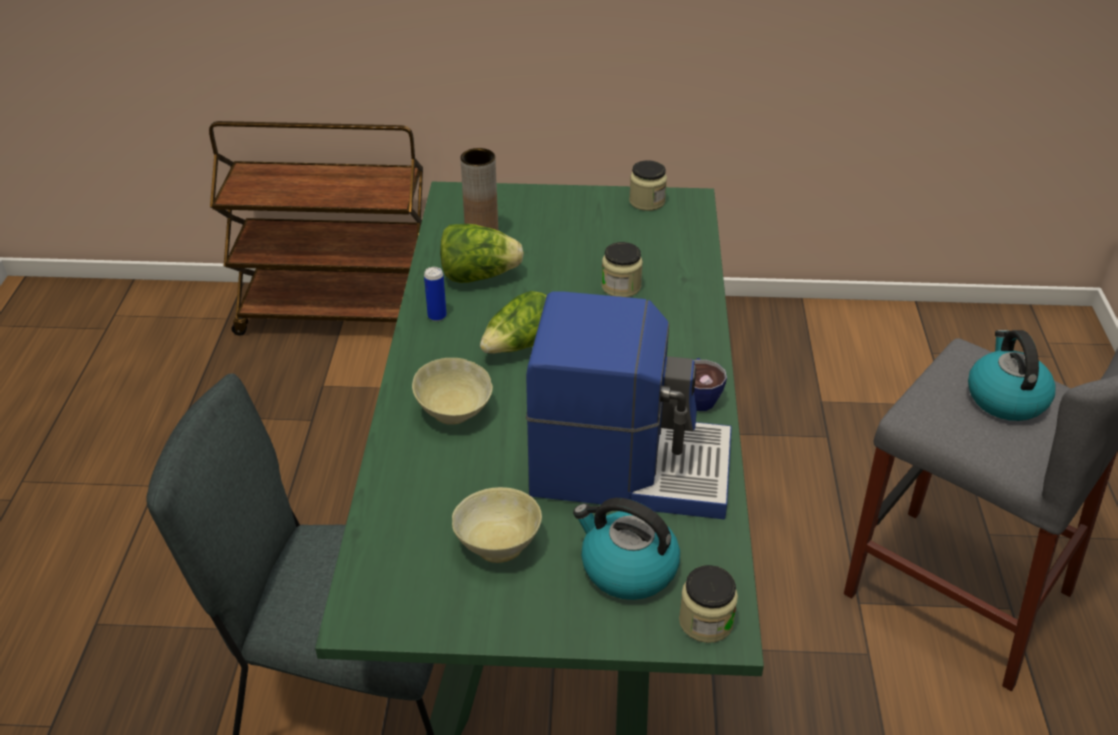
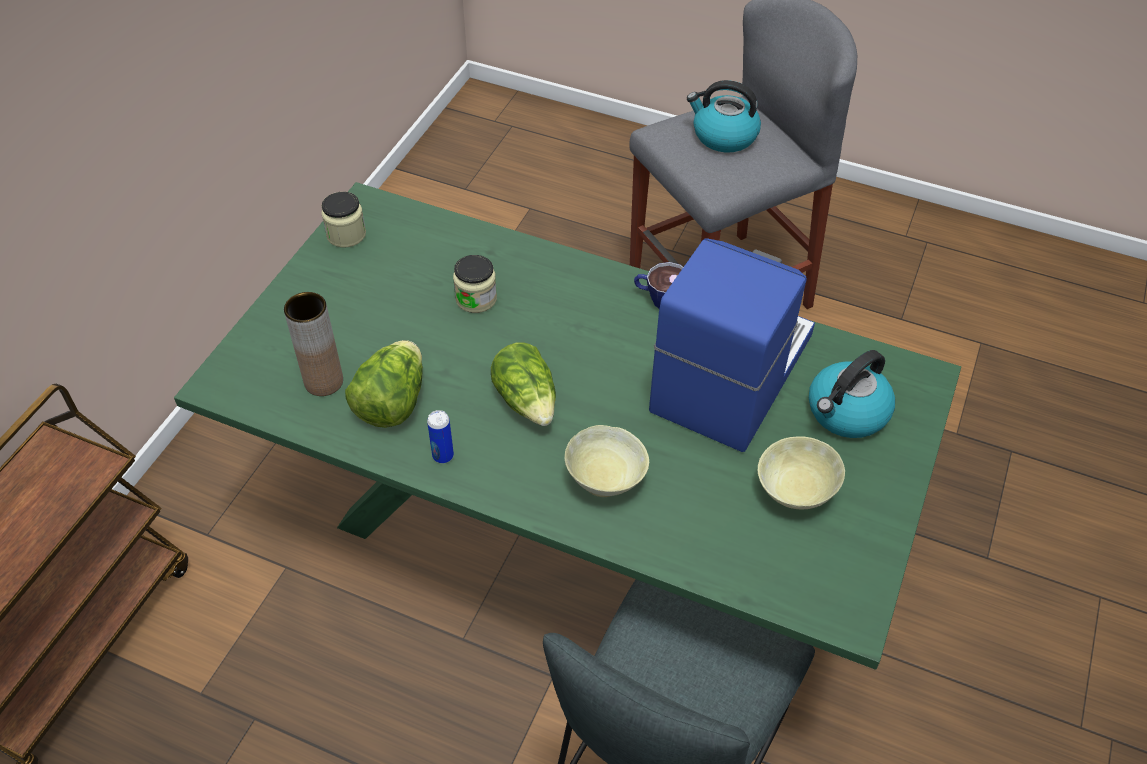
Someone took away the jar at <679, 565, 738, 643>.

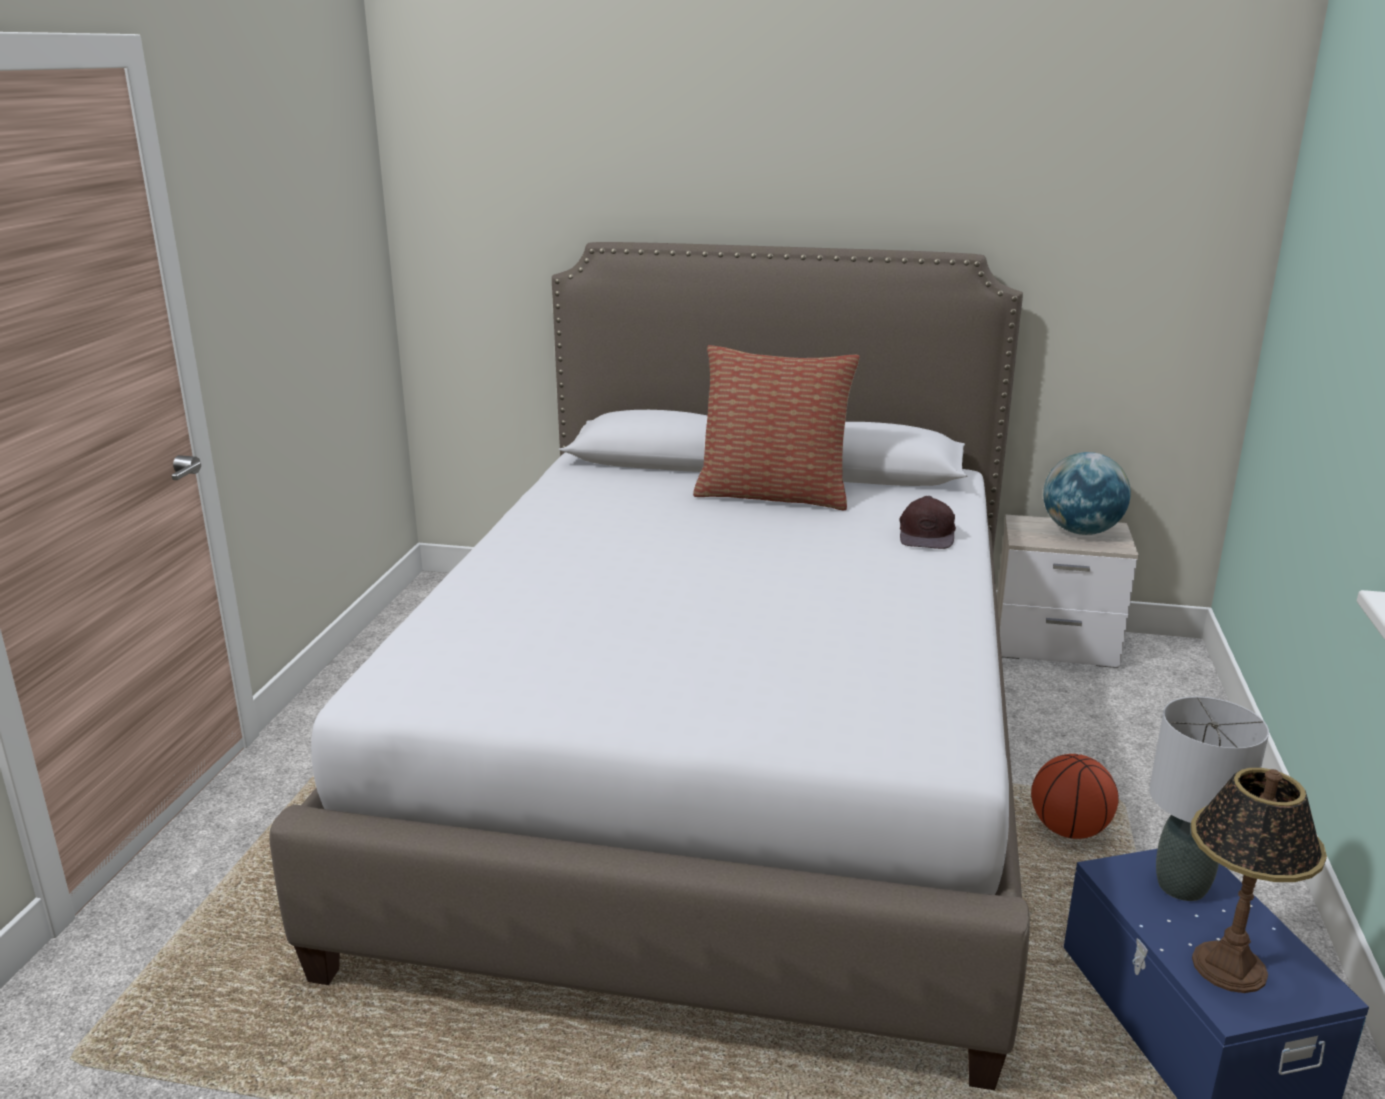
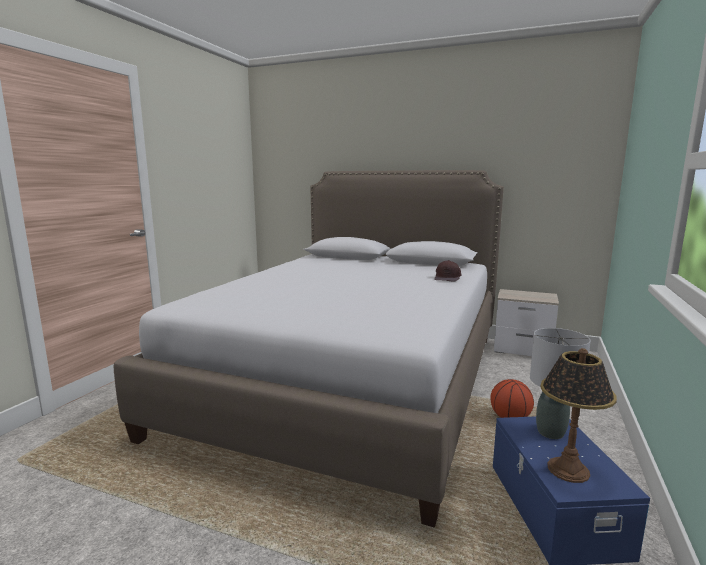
Someone took away the pillow at <693, 345, 860, 510>.
Someone took away the globe at <1043, 452, 1131, 535>.

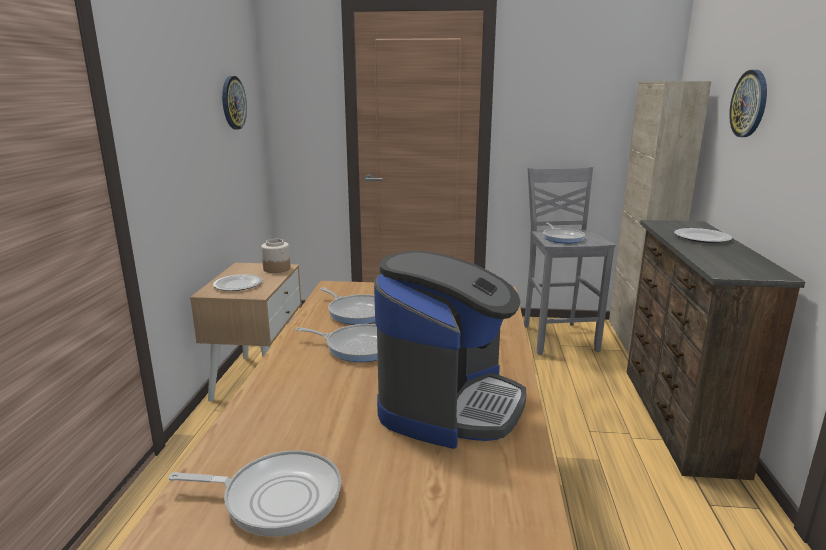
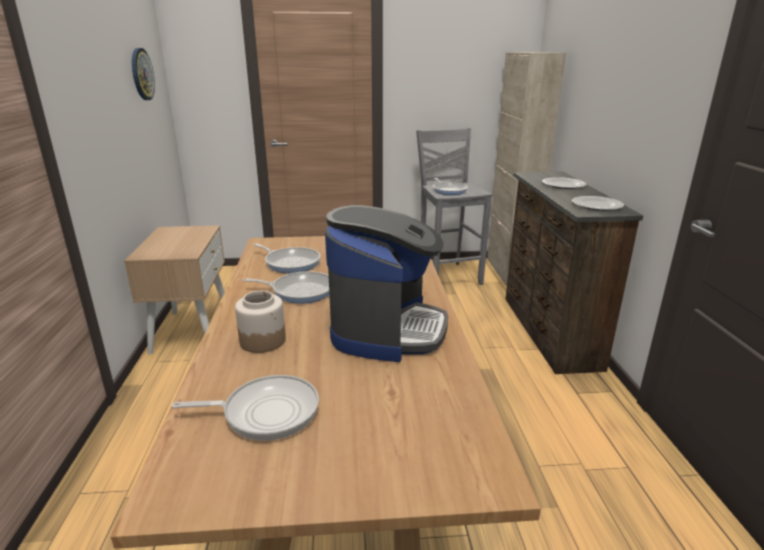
Someone took away the wall clock at <729, 70, 767, 137>.
Someone carried the plate from <213, 274, 262, 291> to <572, 196, 624, 211>.
Someone carried the jar from <261, 239, 290, 273> to <235, 291, 286, 353>.

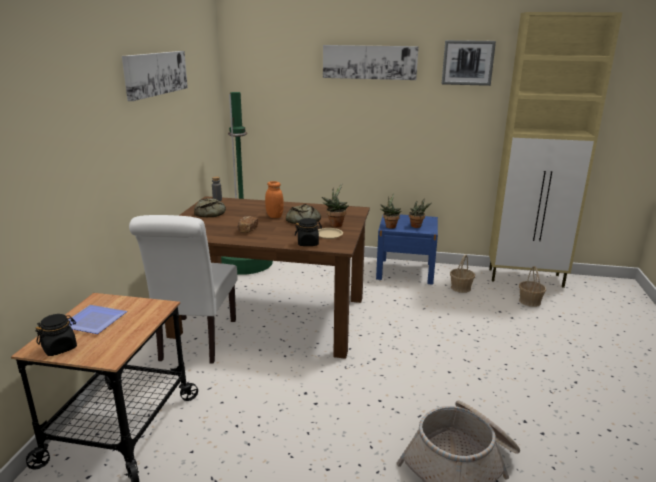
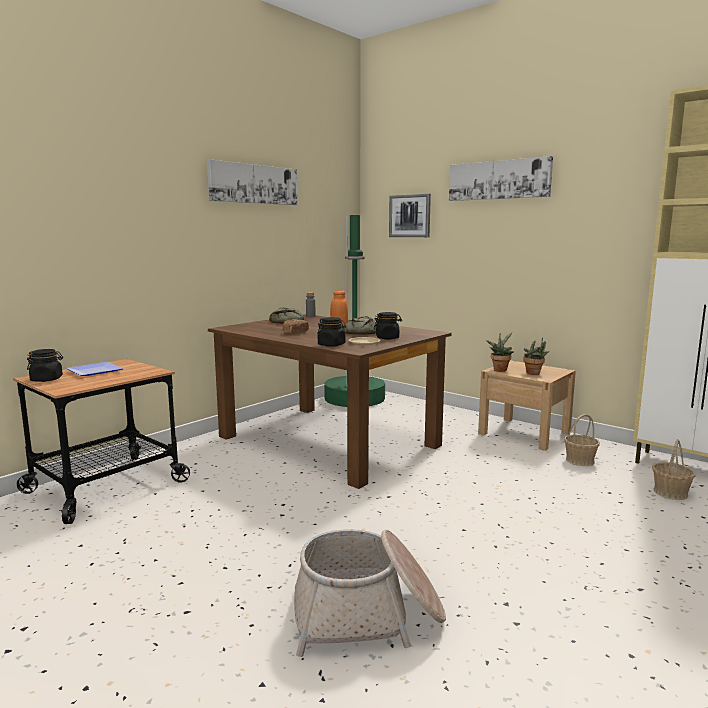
Someone took away the chair/white at <129, 215, 237, 364>.
Someone carried the picture from <442, 40, 496, 86> to <389, 194, 431, 237>.
Someone swapped the potted plant at <321, 184, 349, 227> for the jar/black at <374, 312, 402, 339>.
Someone repainted the nightstand/blue at <376, 213, 438, 285>, which became the nightstand/beige at <478, 360, 576, 451>.

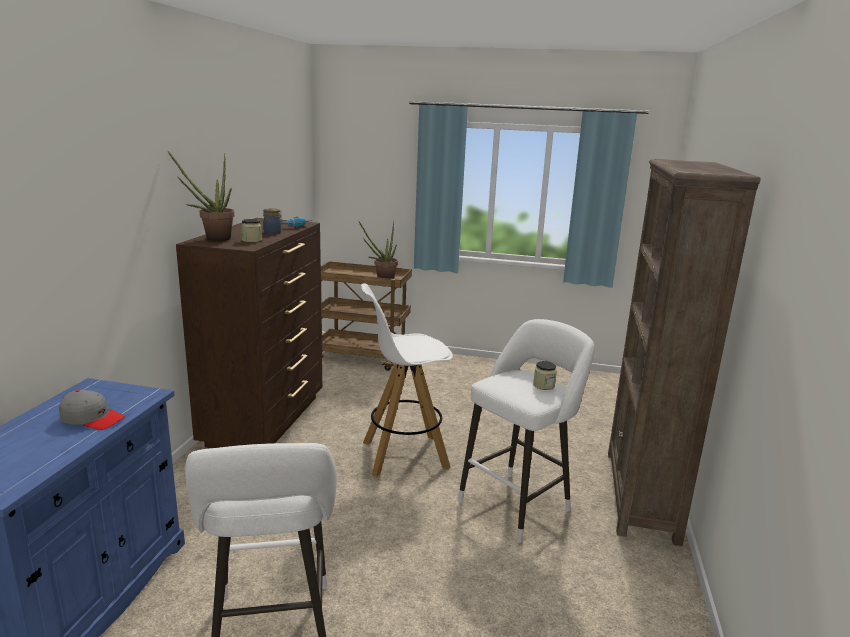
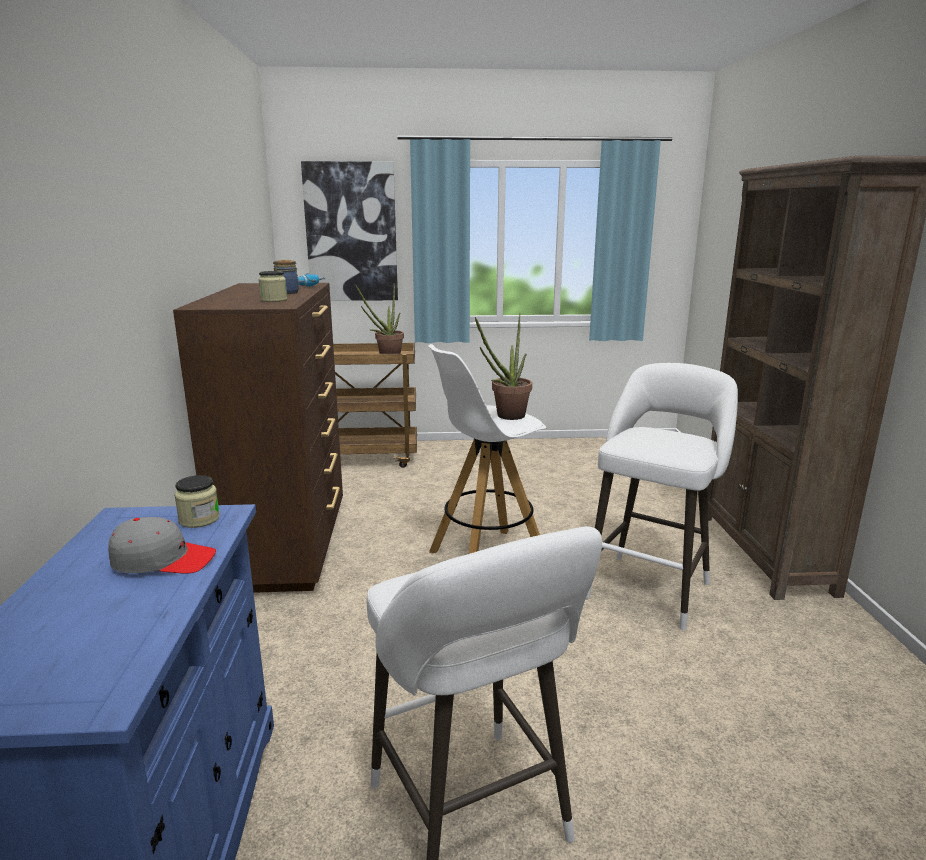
Someone put up the picture at <301, 161, 398, 301>.
Someone carried the potted plant from <168, 151, 235, 241> to <475, 313, 532, 420>.
Someone carried the jar from <533, 361, 557, 390> to <174, 475, 220, 528>.

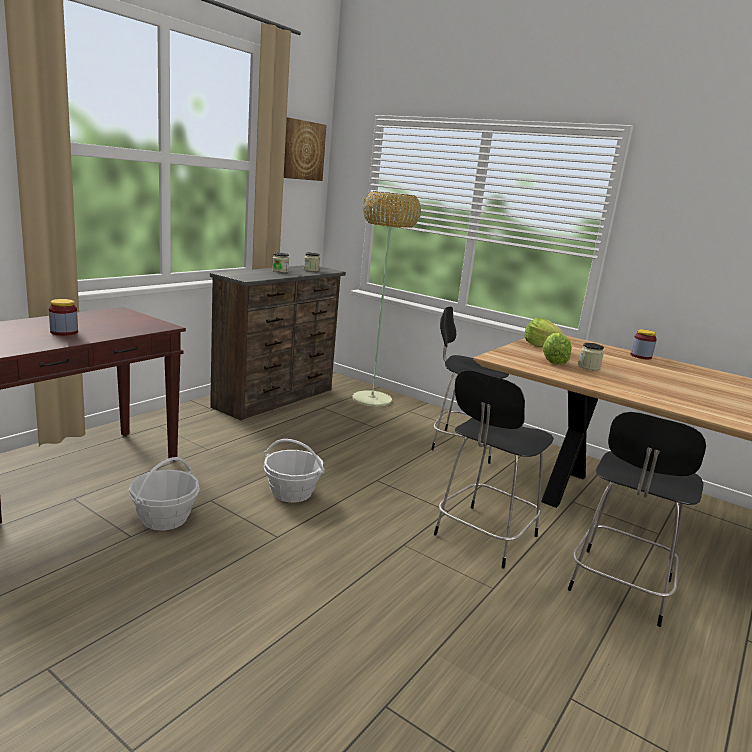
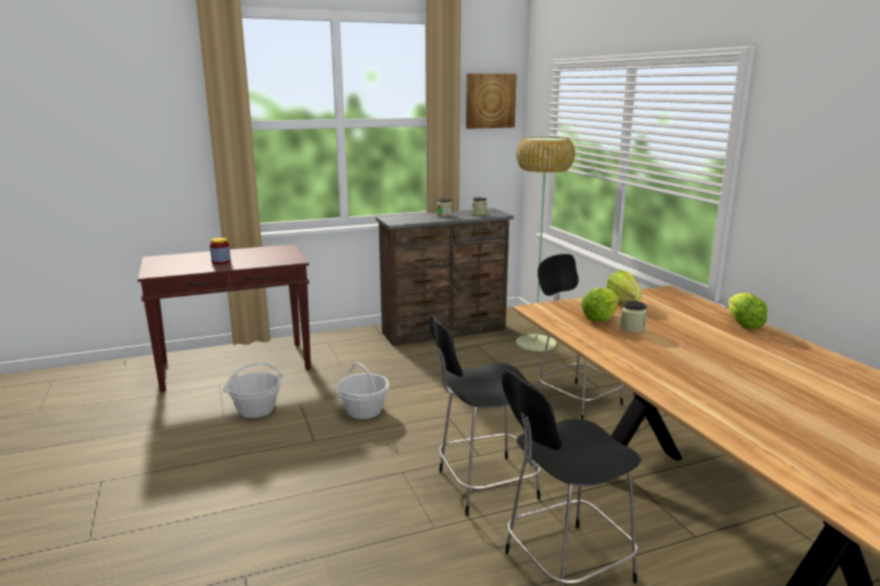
Someone swapped the jar at <630, 329, 657, 360> for the lettuce at <728, 293, 768, 329>.

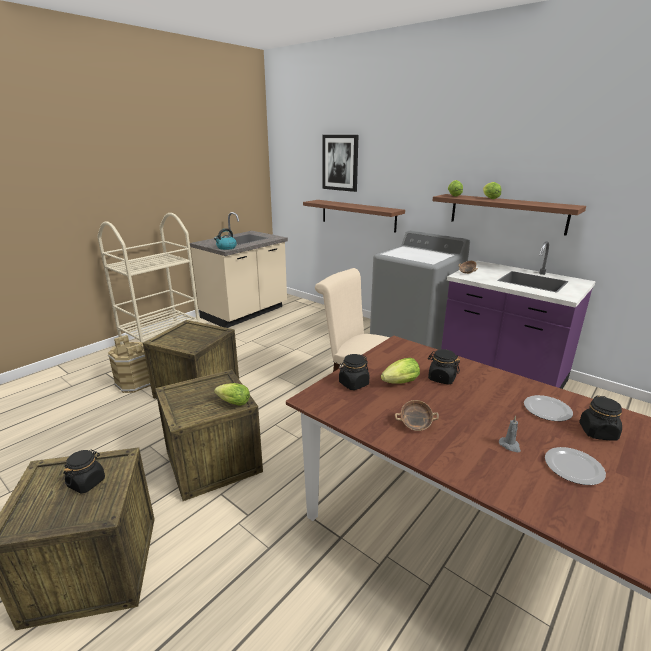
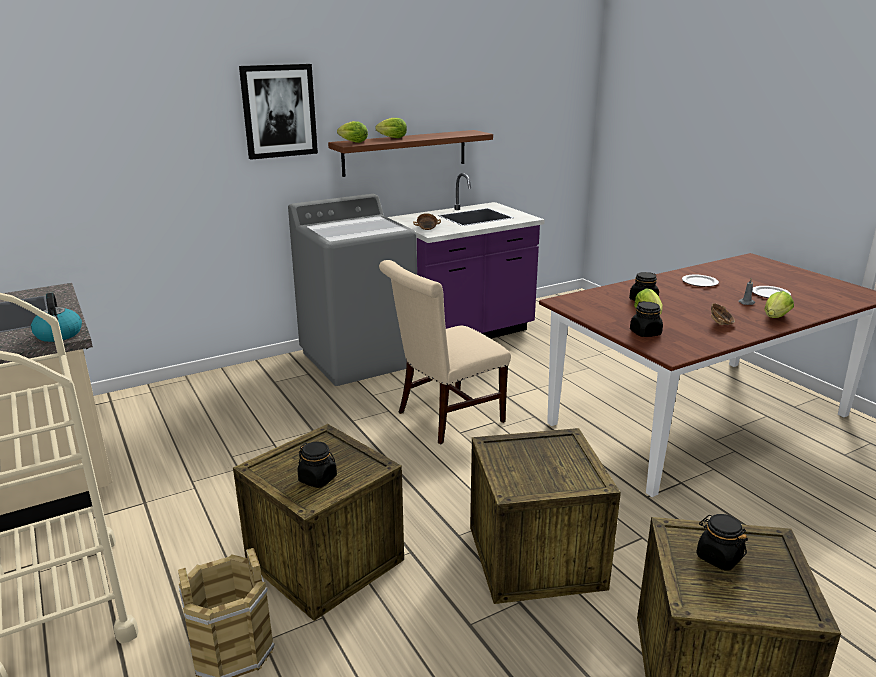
Someone took away the shelf at <303, 200, 405, 233>.
Someone carried the lettuce from <214, 383, 250, 406> to <764, 291, 794, 318>.
Someone carried the picture from <322, 135, 358, 192> to <239, 64, 318, 160>.
Someone carried the jar/black from <579, 396, 622, 441> to <298, 442, 337, 488>.

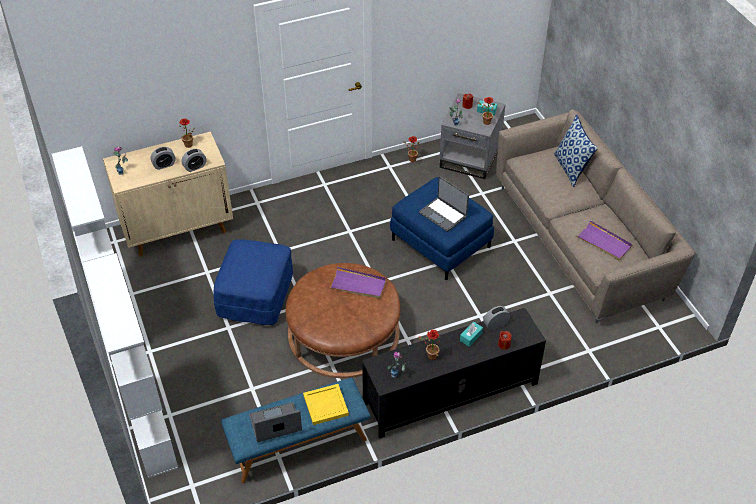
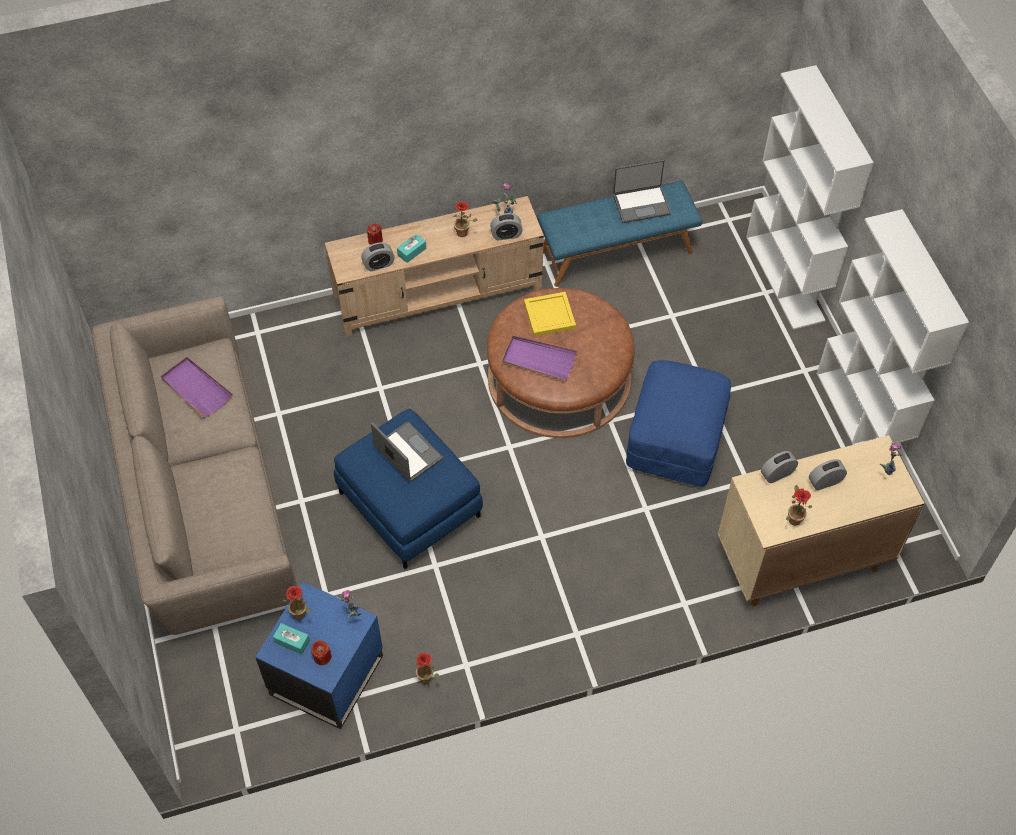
Someone took away the pillow at <554, 114, 598, 187>.
Someone put down the alarm clock at <490, 213, 523, 240>.
Someone carried the tray/yellow from <303, 384, 349, 425> to <524, 292, 576, 336>.
Someone repainted the tv stand/black at <362, 308, 546, 439>, which became the tv stand/beige at <325, 196, 544, 337>.
Someone repainted the side table/grey at <440, 93, 506, 179>, which became the side table/blue at <255, 582, 383, 729>.

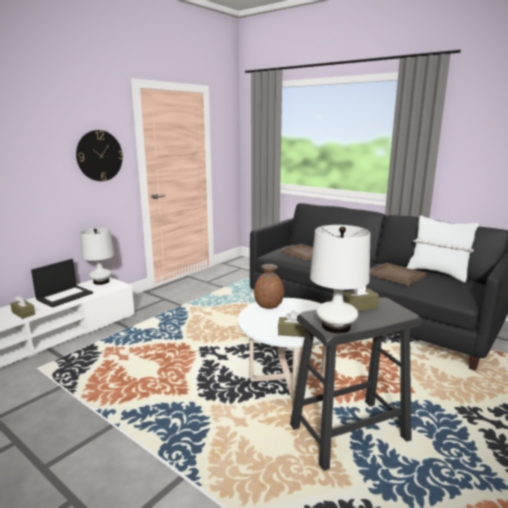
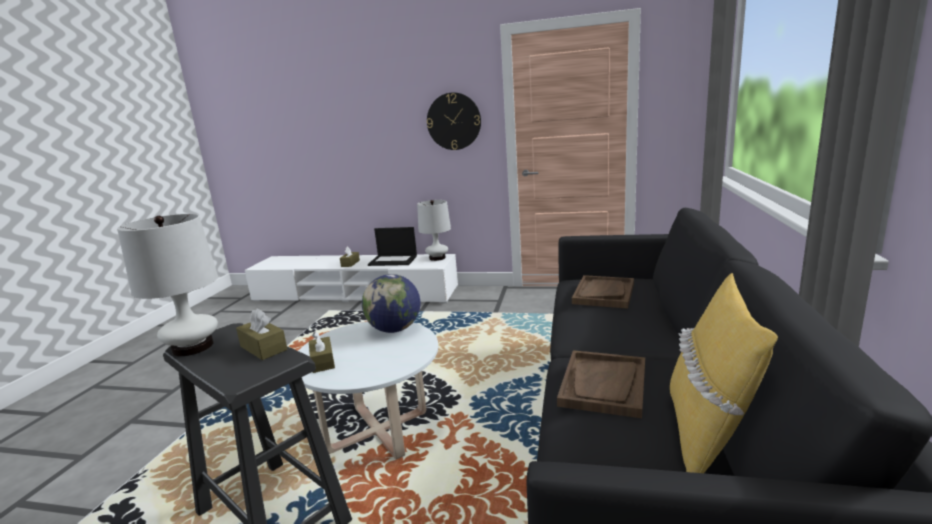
Someone swapped the vase/brown at <254, 264, 284, 309> for the globe at <362, 274, 420, 333>.
Someone repainted the pillow/white at <406, 215, 479, 283>, which became the pillow/yellow at <670, 273, 778, 473>.

